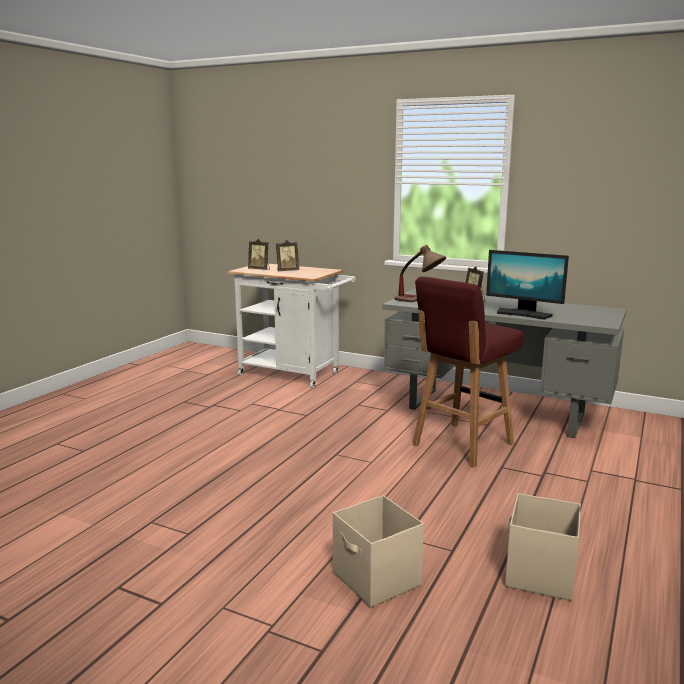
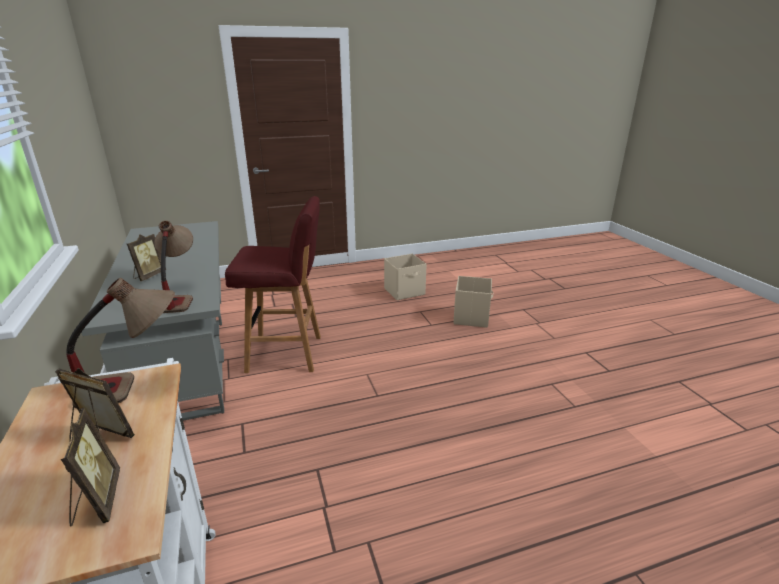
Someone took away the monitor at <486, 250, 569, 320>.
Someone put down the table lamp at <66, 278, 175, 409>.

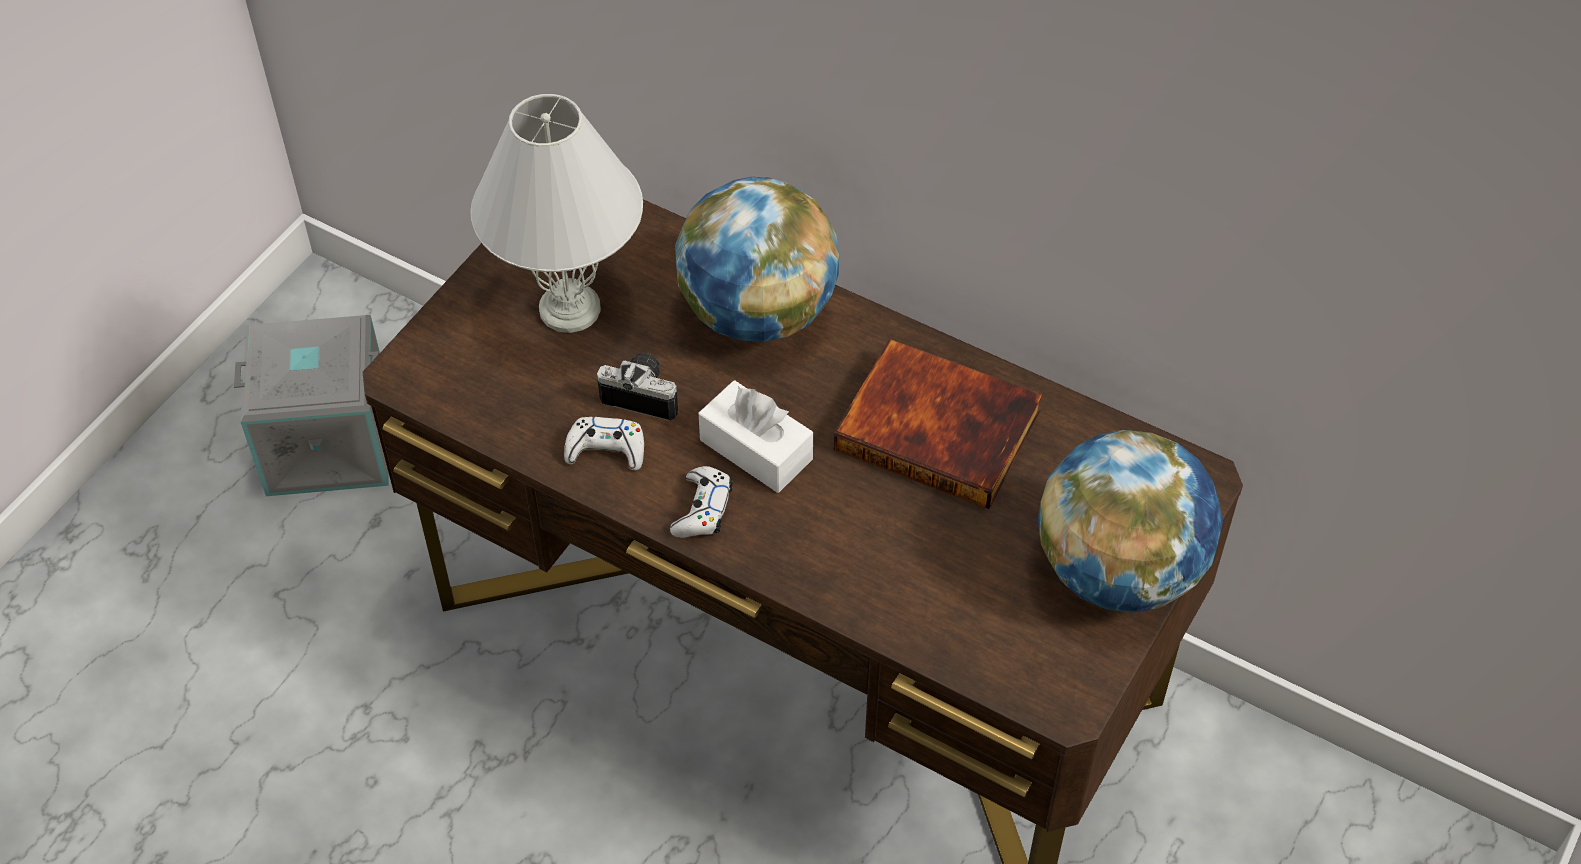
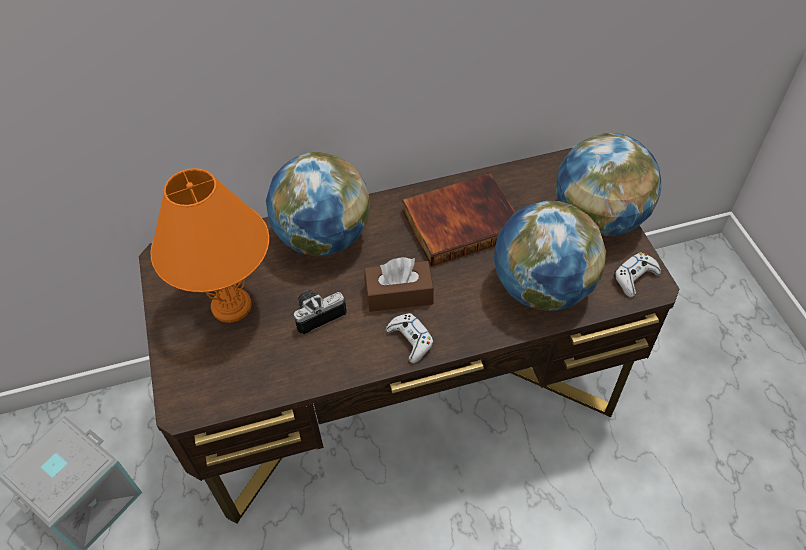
Someone put down the globe at <494, 201, 606, 311>.
Someone carried the game controller/white from <564, 417, 644, 471> to <613, 252, 661, 297>.
Someone repainted the table lamp/white at <470, 94, 643, 333>, which became the table lamp/orange at <150, 168, 269, 323>.
Someone repainted the tissue box/white at <698, 380, 813, 493>, which became the tissue box/brown at <364, 257, 434, 312>.

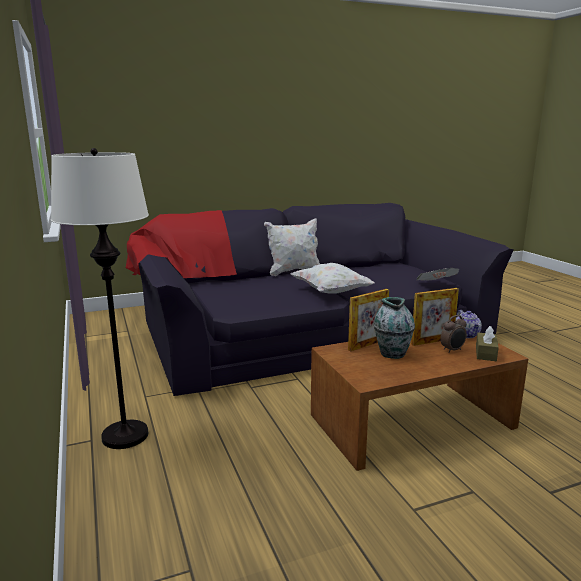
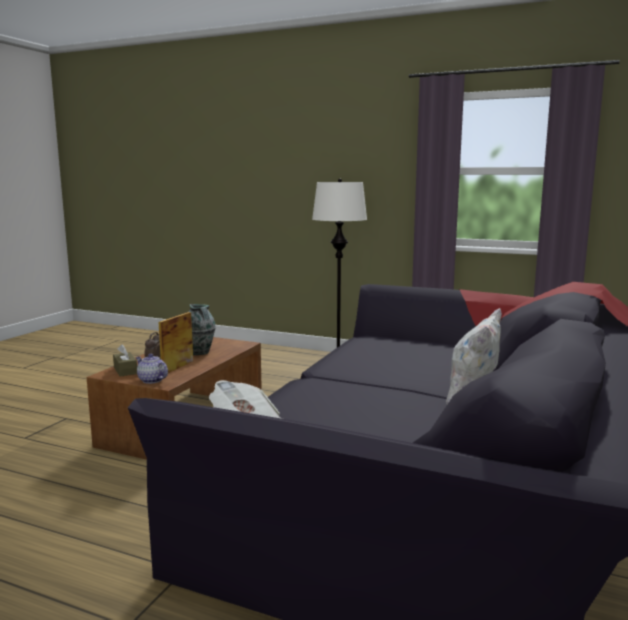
Someone took away the pillow/white at <290, 263, 375, 294>.
Someone took away the picture frame at <348, 289, 389, 351>.

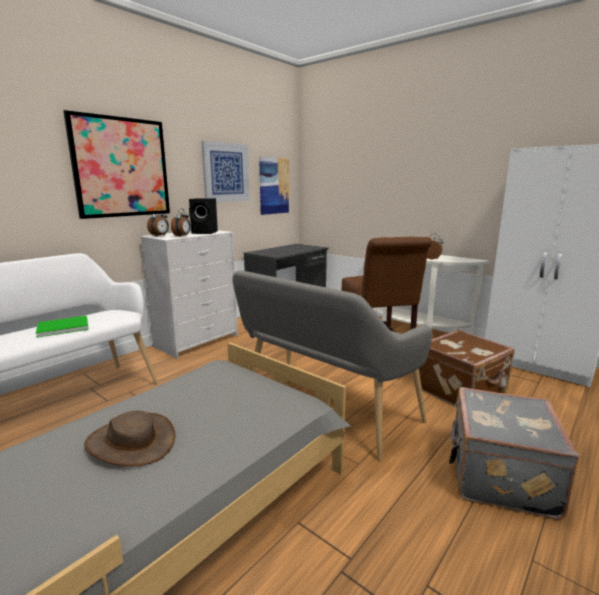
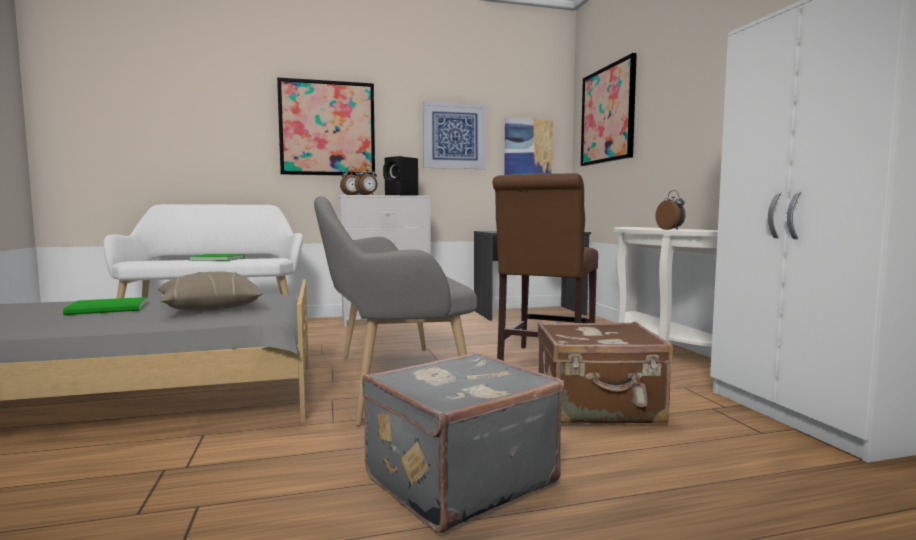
Someone put down the pillow/beige at <158, 272, 262, 311>.
Someone put up the picture at <581, 53, 637, 166>.
Someone swapped the hat/brown at <84, 411, 175, 467> for the book/green at <63, 297, 147, 315>.

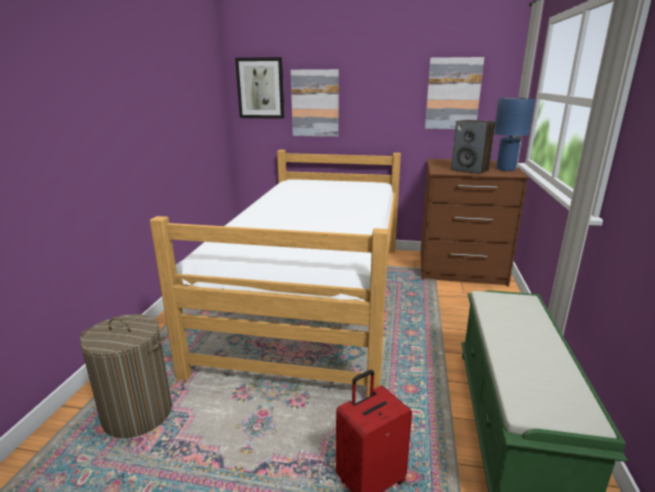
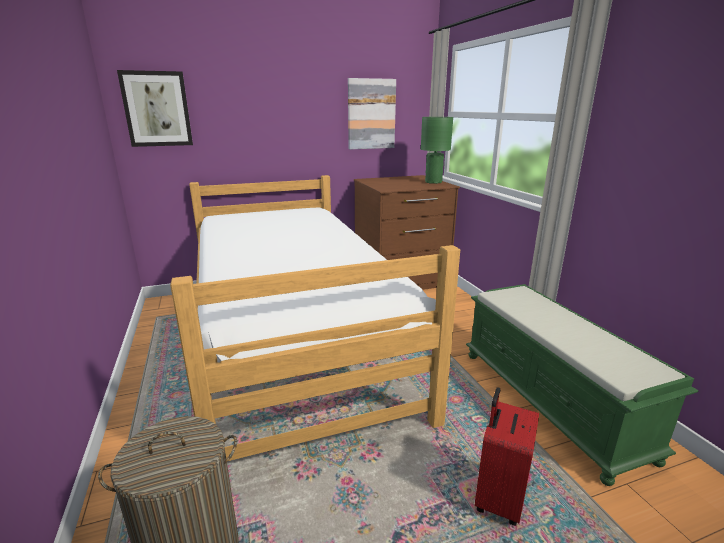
Someone took away the picture at <290, 69, 339, 137>.
Someone took away the speaker at <451, 120, 496, 174>.
Someone repainted the table lamp/blue at <494, 98, 535, 171>, which became the table lamp/green at <421, 117, 453, 184>.

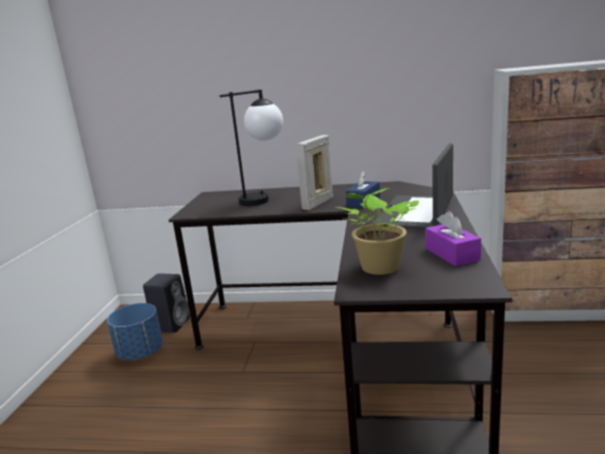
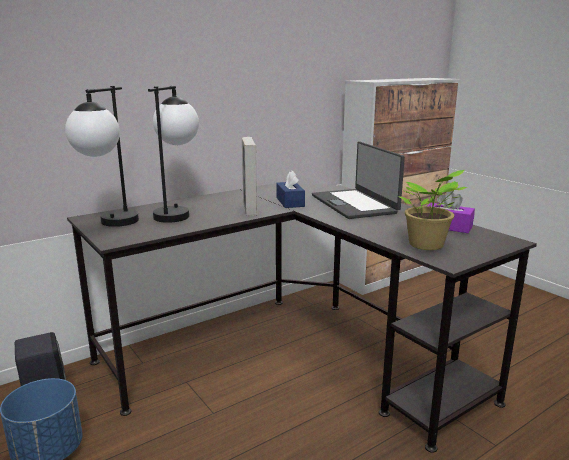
Someone put down the table lamp at <65, 86, 139, 227>.

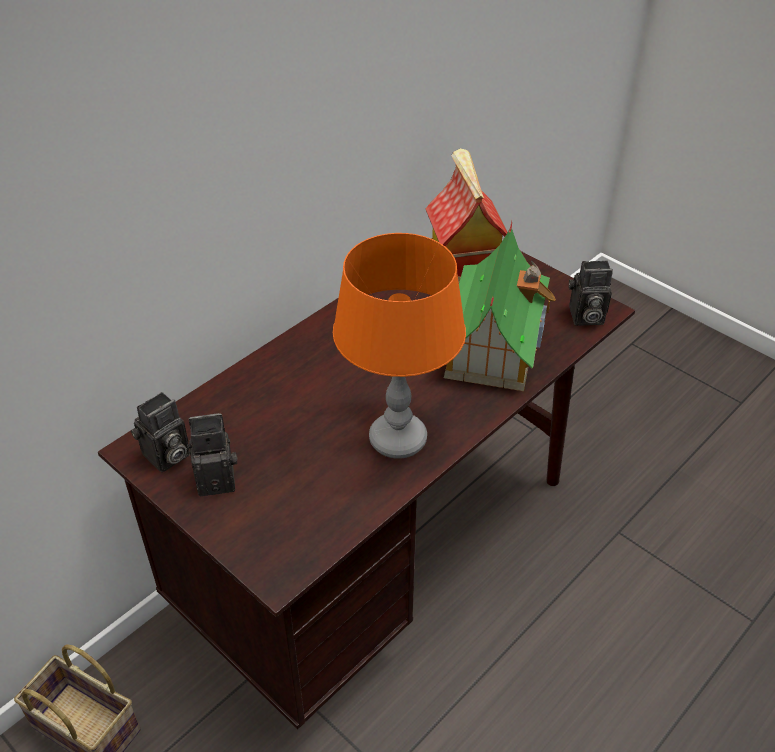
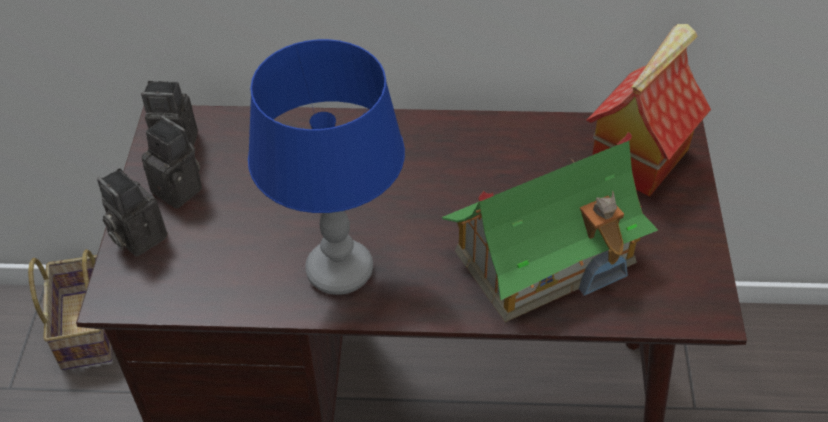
Someone carried the photo camera from <569, 260, 613, 326> to <97, 168, 167, 257>.
Someone repainted the table lamp/orange at <333, 233, 466, 459>, which became the table lamp/blue at <248, 39, 405, 295>.

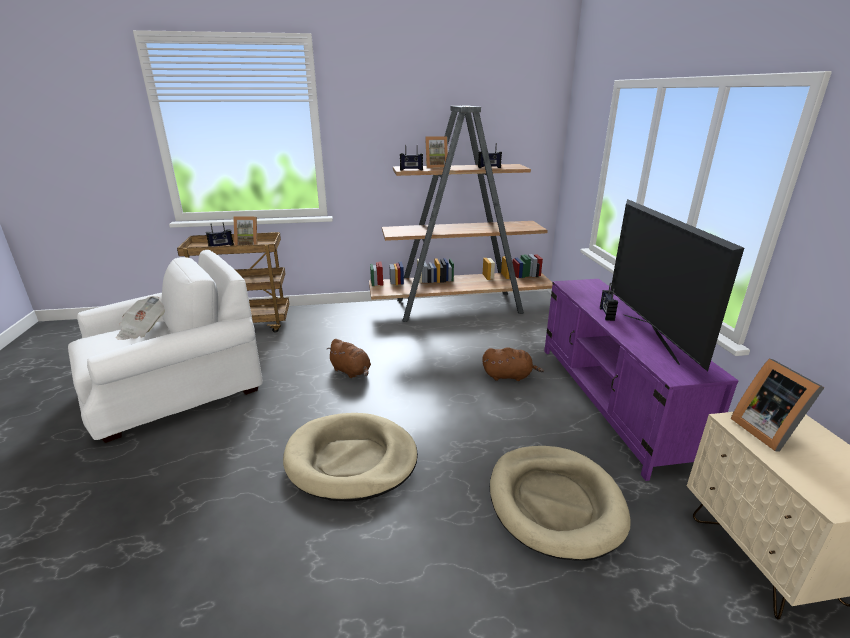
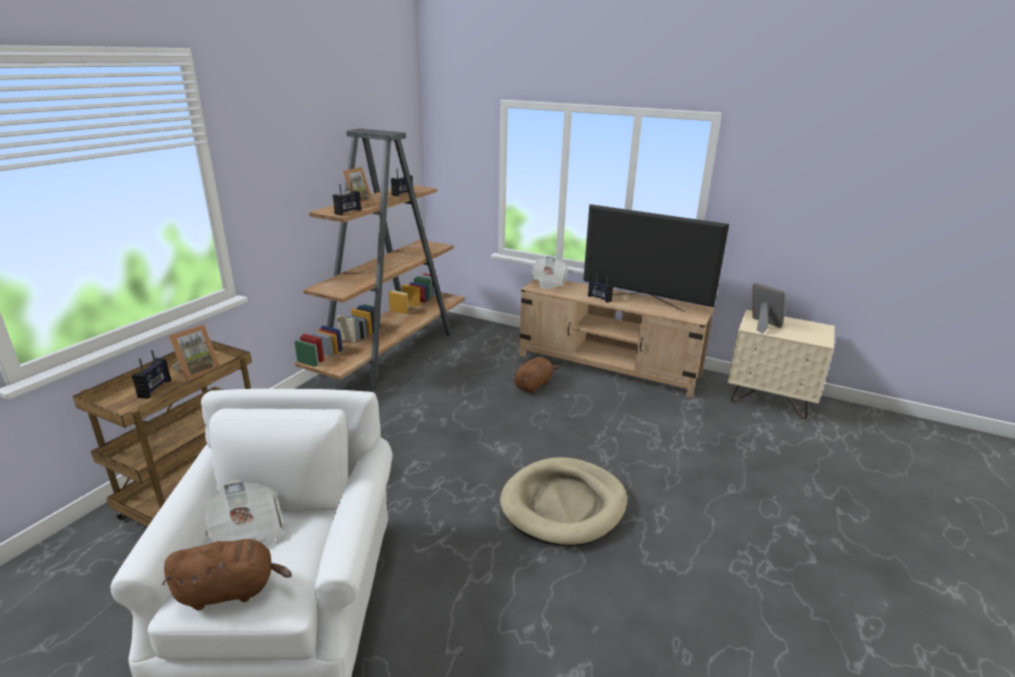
Someone took away the dog bed/beige at <490, 446, 630, 561>.
Someone put down the newspaper at <531, 256, 568, 289>.
Someone carried the plush toy/brown from <326, 339, 371, 378> to <162, 539, 292, 610>.
Someone repainted the tv stand/purple at <544, 279, 739, 481>, which became the tv stand/beige at <519, 279, 714, 398>.
Someone rotated the picture frame at <730, 359, 825, 452> by 150 degrees counterclockwise.

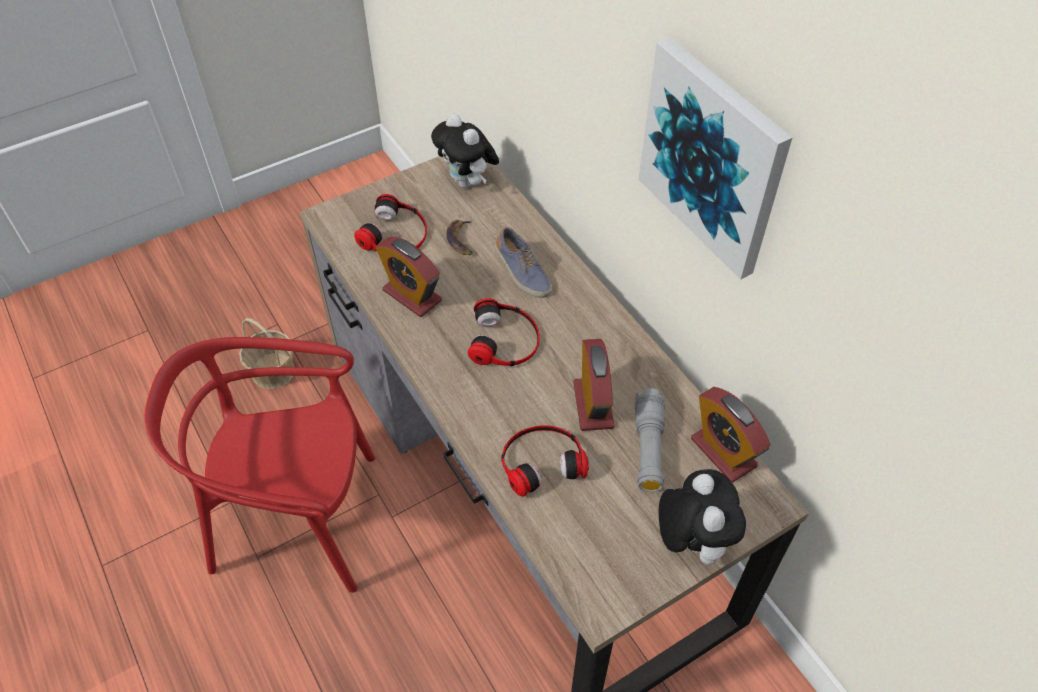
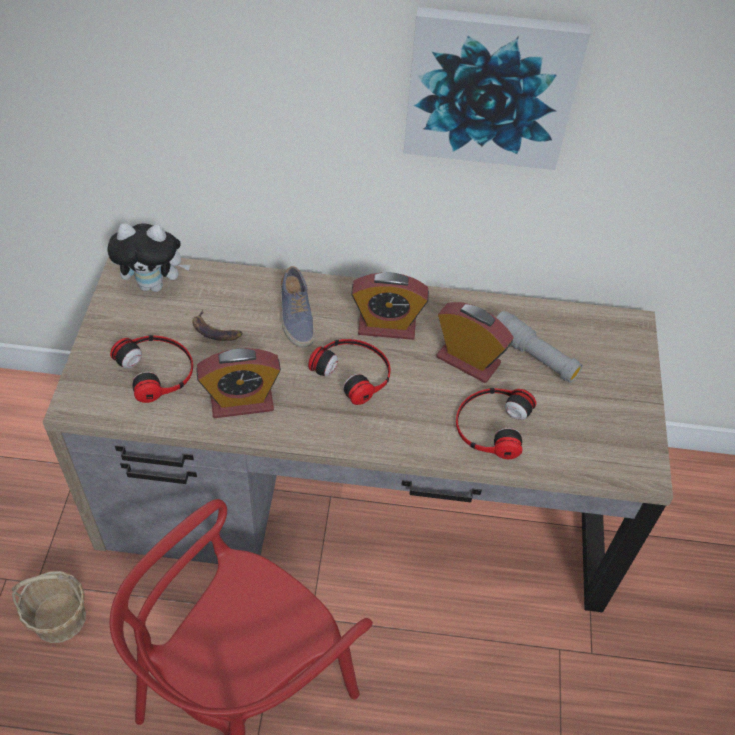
Someone took away the plush toy at <659, 469, 746, 564>.
Someone carried the alarm clock from <691, 387, 771, 482> to <351, 272, 429, 340>.
Someone rotated the shoe at <495, 227, 552, 298> by 75 degrees clockwise.

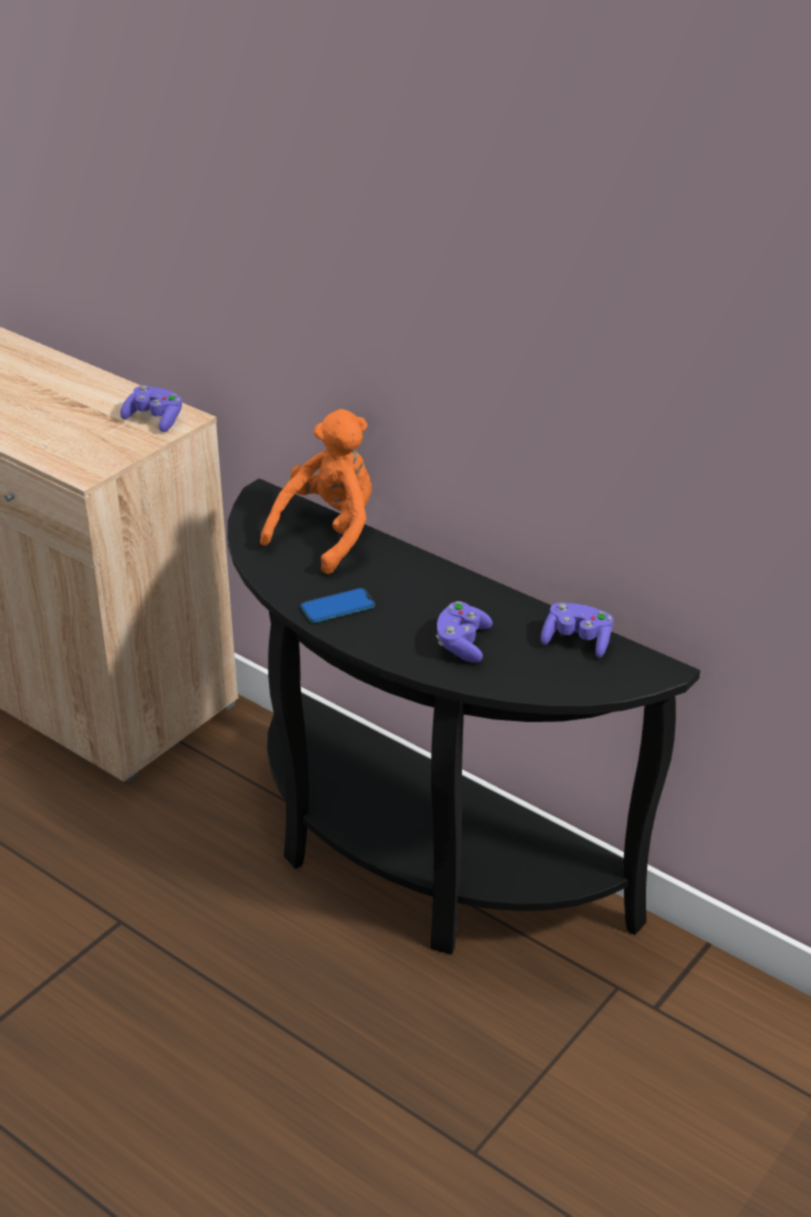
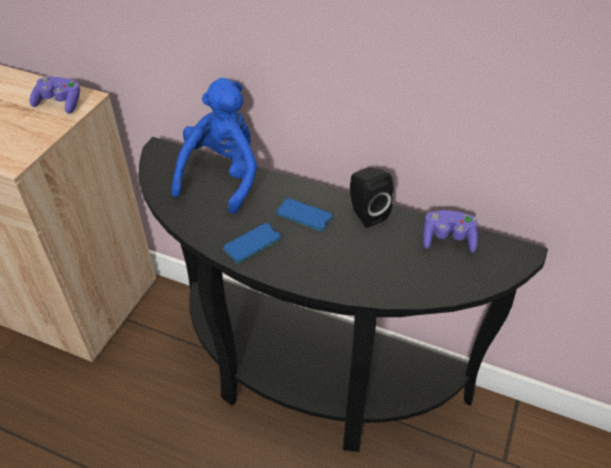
Someone took away the game controller/purple at <436, 601, 493, 663>.
Someone put down the phone at <276, 198, 333, 231>.
Someone put down the speaker/black at <350, 168, 393, 228>.
Someone repainted the plush toy/orange at <260, 409, 372, 574>, which became the plush toy/blue at <171, 78, 257, 214>.

